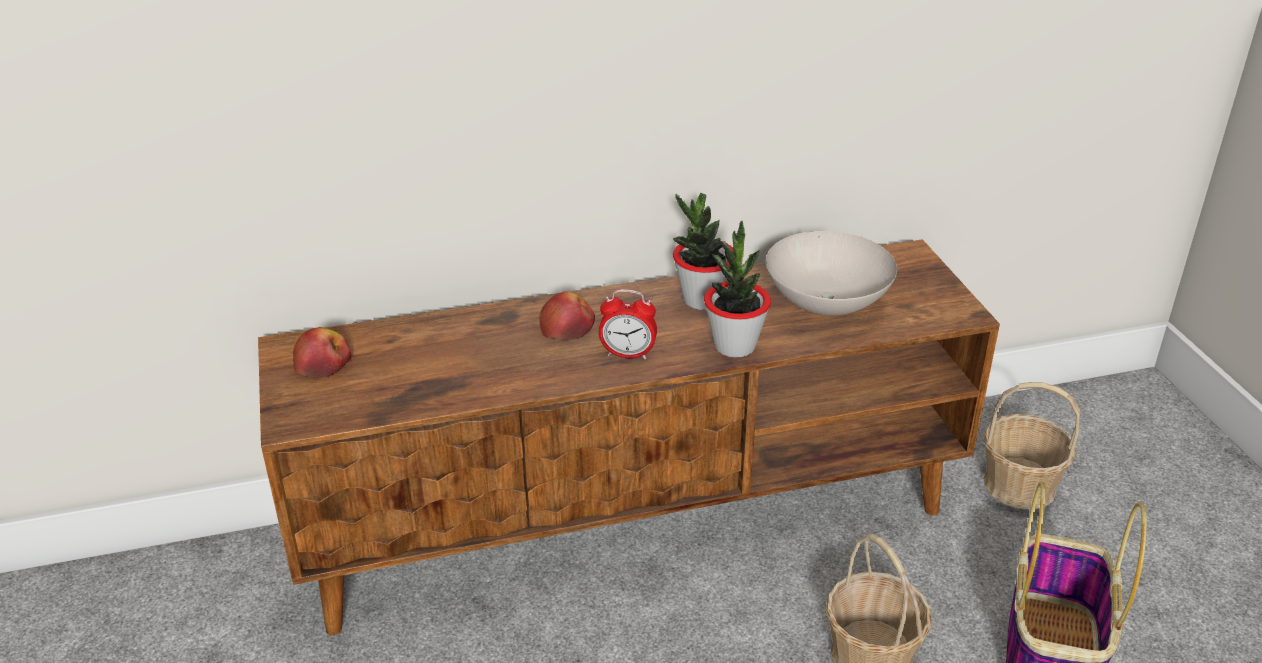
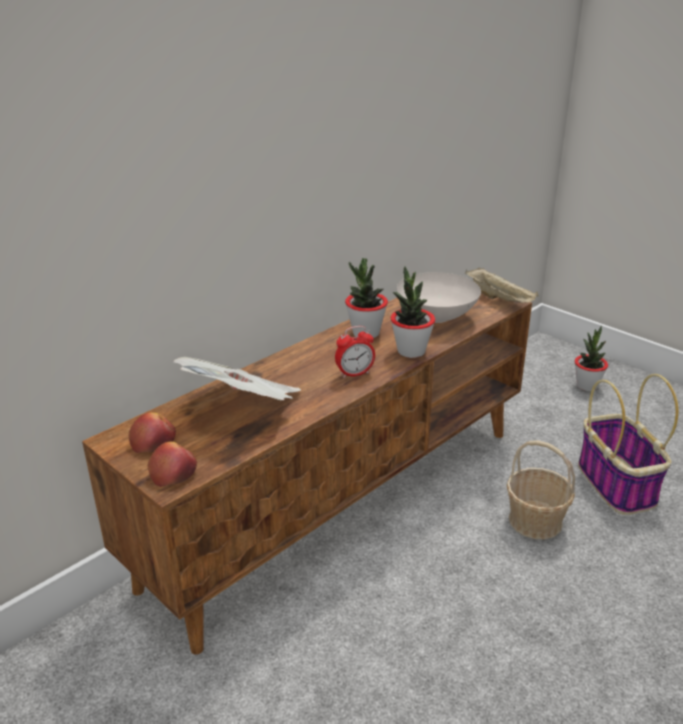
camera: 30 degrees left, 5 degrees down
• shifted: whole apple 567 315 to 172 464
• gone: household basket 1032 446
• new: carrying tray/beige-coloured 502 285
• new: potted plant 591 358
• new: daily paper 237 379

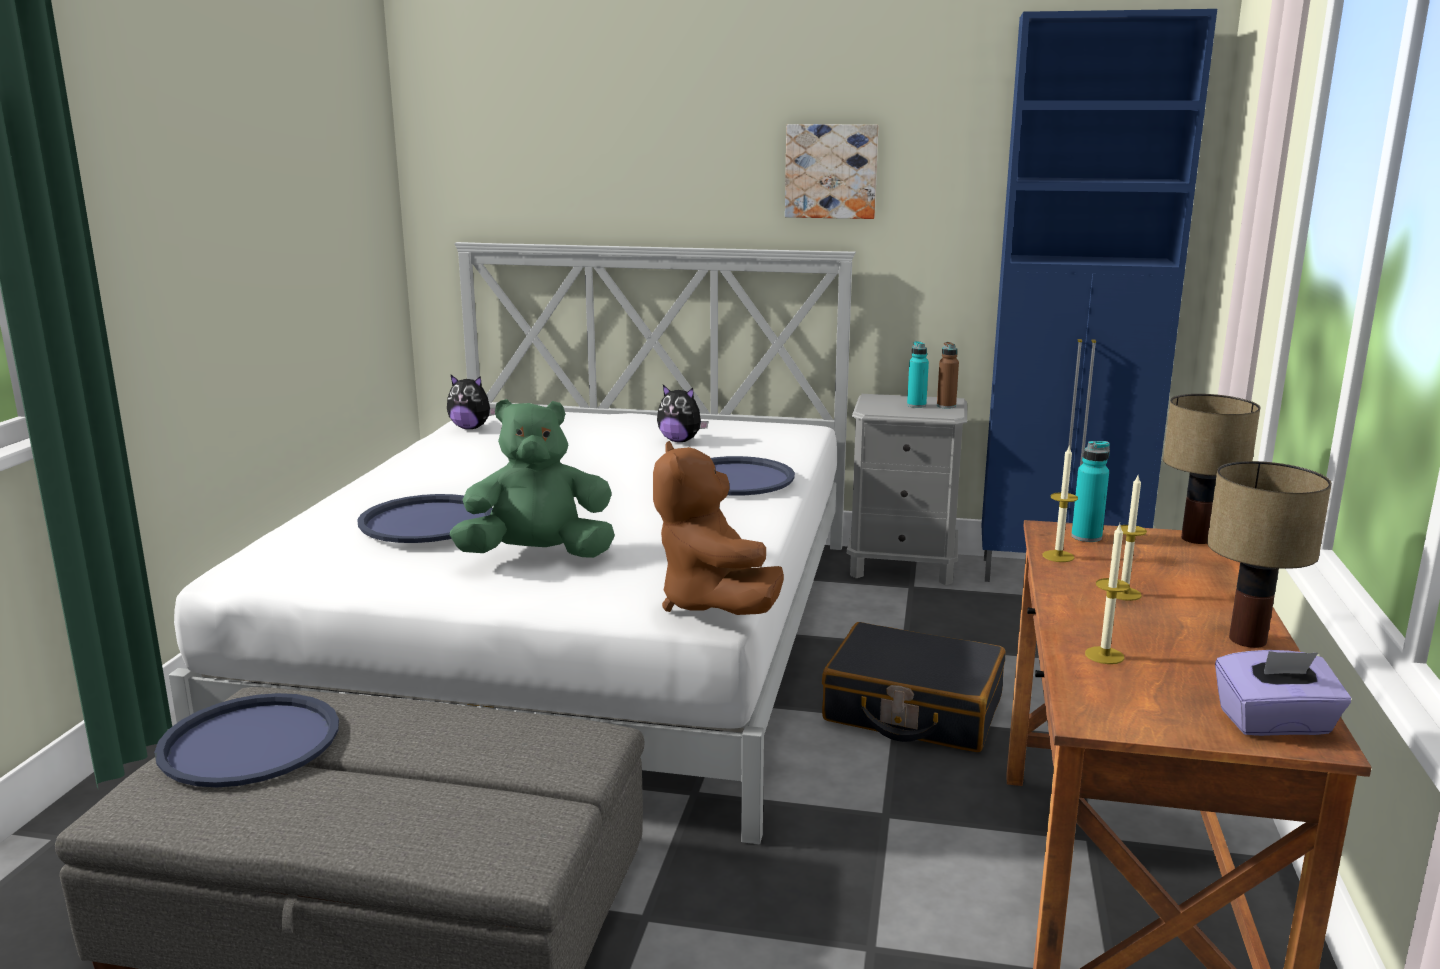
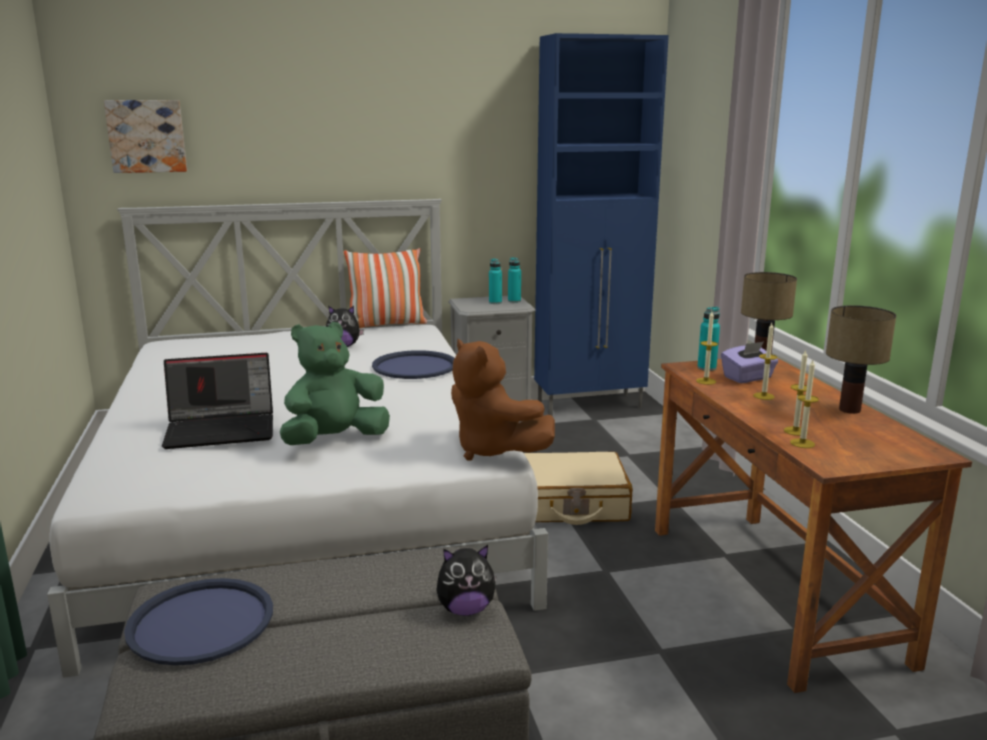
camera: 25 degrees left, 0 degrees up
• shifted: picture 832 171 to 145 136
• repainted: bottle/brownish 948 375 to bottle/turquoise-coloured 514 280
• shifted: soft toy 471 402 to 466 580
• swapped: carrying tray/blue 425 518 to portable computer 217 401
• repainted: travel case/blackish 914 687 to travel case/beige-coloured 578 488
• shifted: box of tissues/purplish 1283 693 to 749 362
• new: cushion 385 288
• new: wax light 804 404

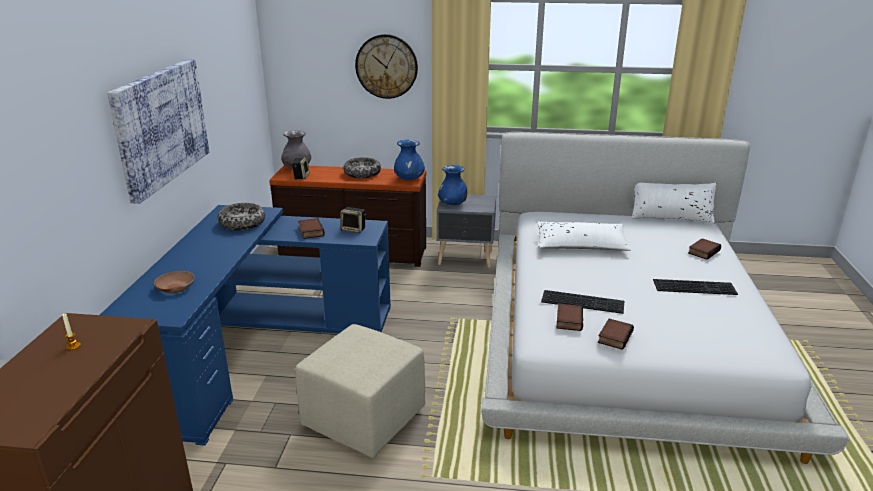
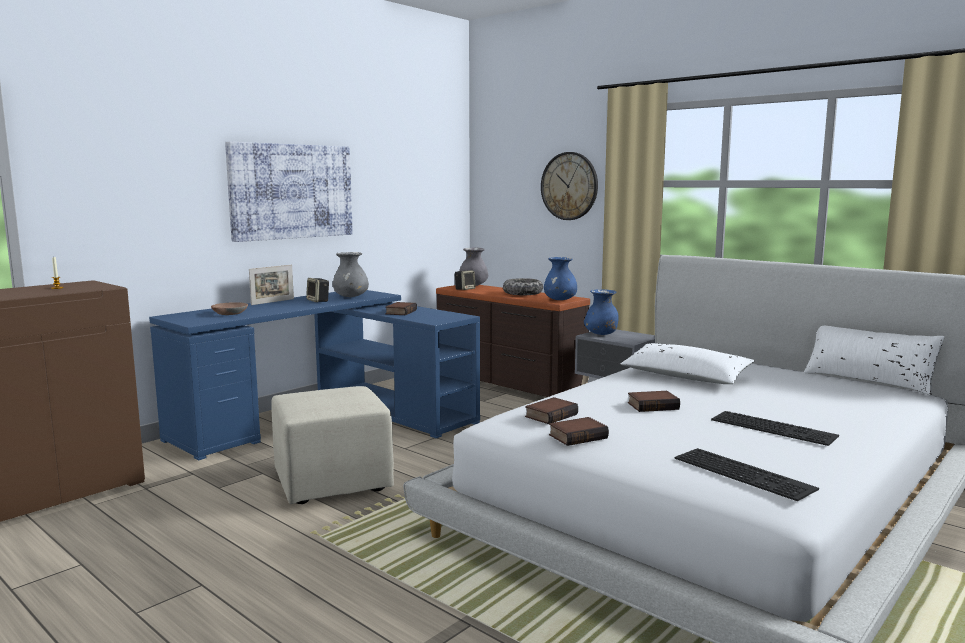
camera: 35 degrees right, 15 degrees down
• swapped: serving bowl 241 216 to flower vase/gray 351 274
• shifted: speaker 353 220 to 317 290
• shifted: volume 704 249 to 654 401
• shifted: keyboard 582 302 to 747 474
• new: photo frame 271 285

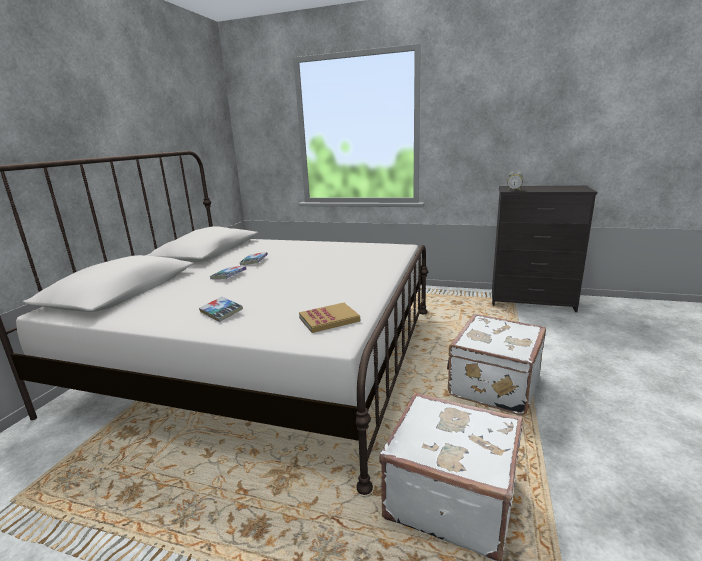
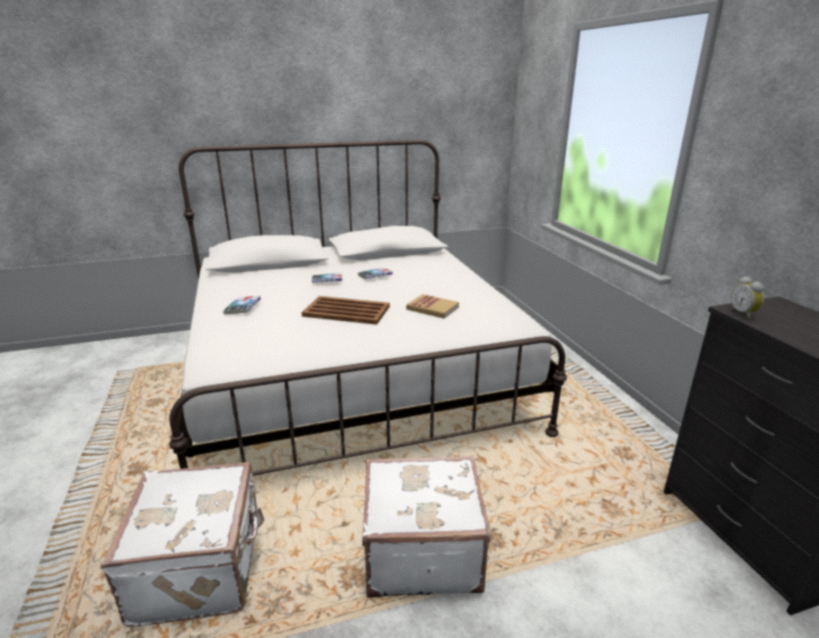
camera: 55 degrees right, 5 degrees up
• shifted: volume 329 318 to 432 306
• new: carrying tray/brownish 346 310

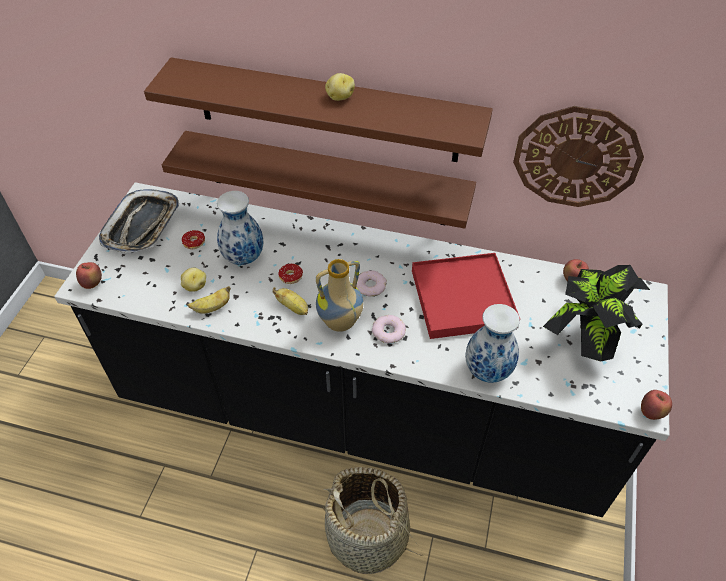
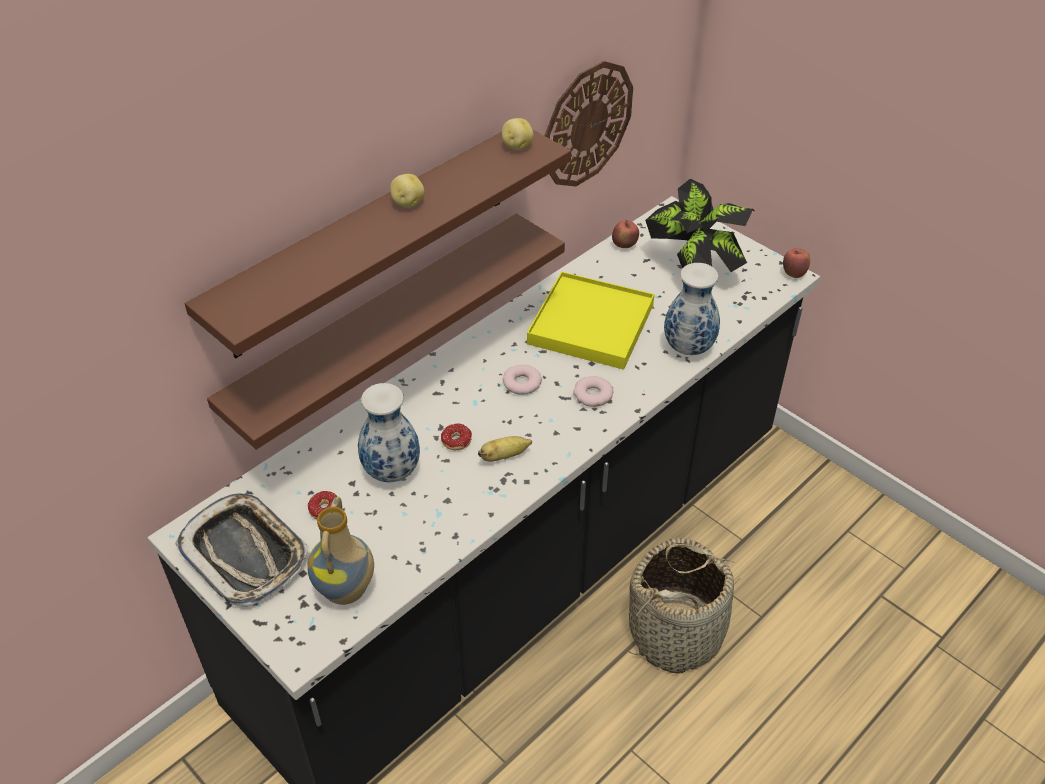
camera: 60 degrees left, 5 degrees down
• repainted: carrying tray/red 466 296 to carrying tray/yellowish 591 321
• shifted: flower vase 339 295 to 340 551
• gone: whole apple 89 275
• shifted: potato 193 279 to 518 134
• gone: banana 209 300

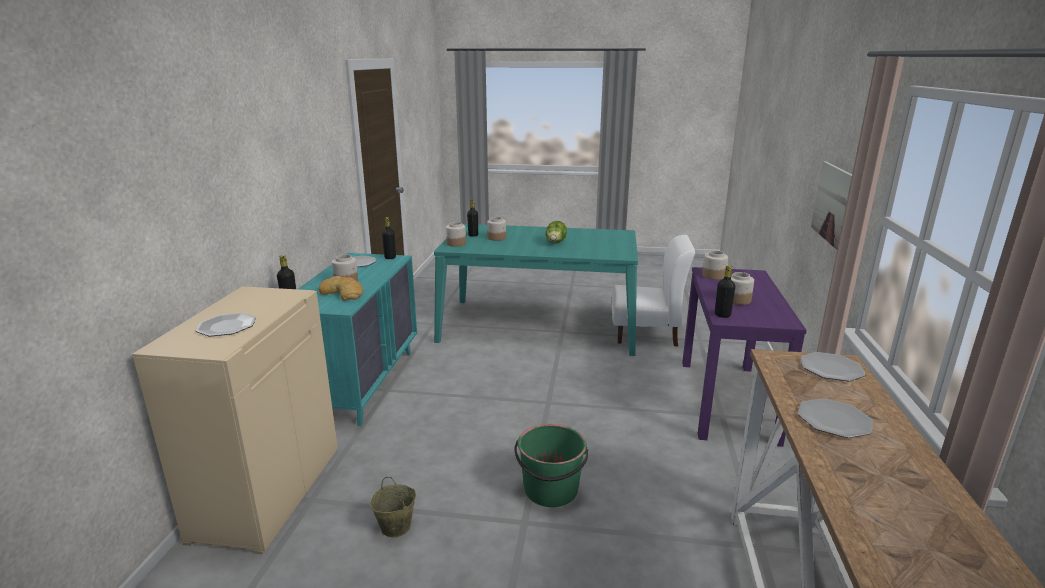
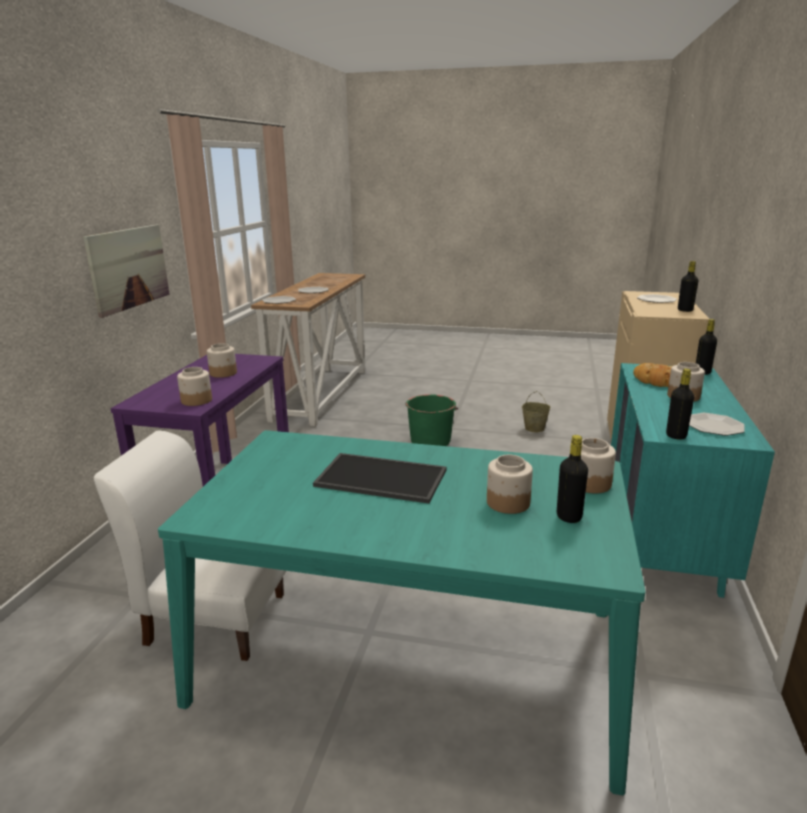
camera: 175 degrees left, 0 degrees up
• swapped: head of lettuce 556 232 to carrying tray 380 478
• shifted: bottle/blackish 725 291 to 688 286

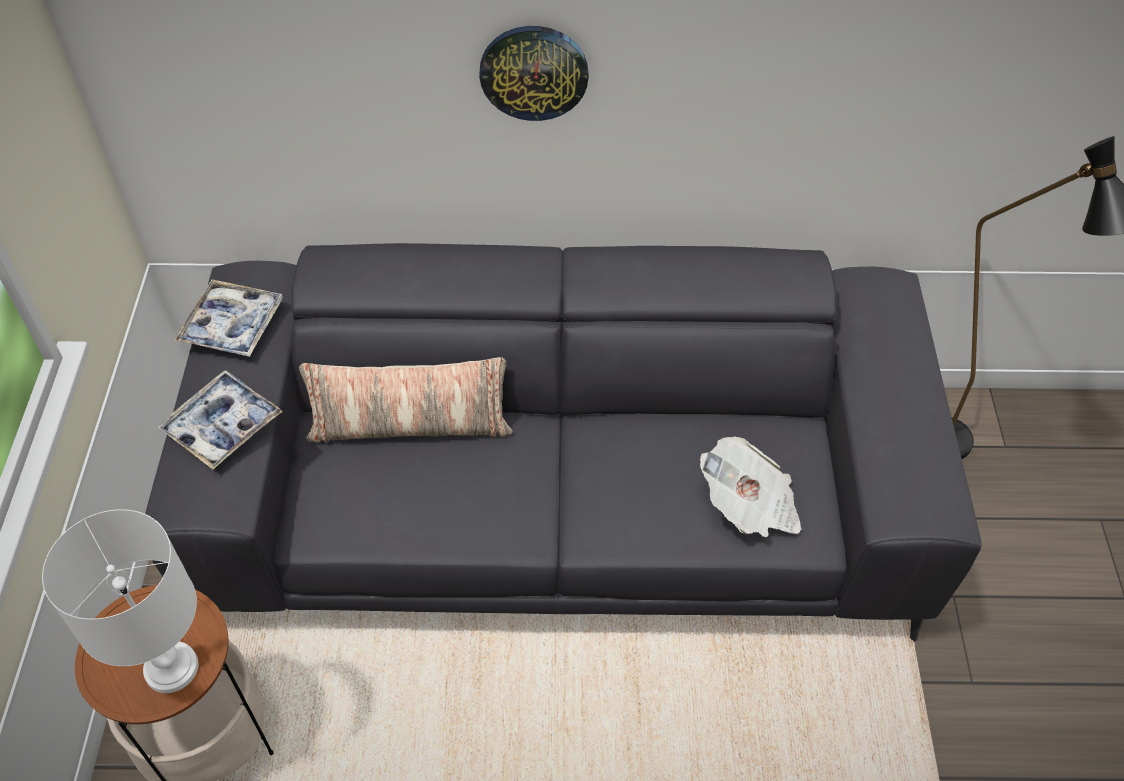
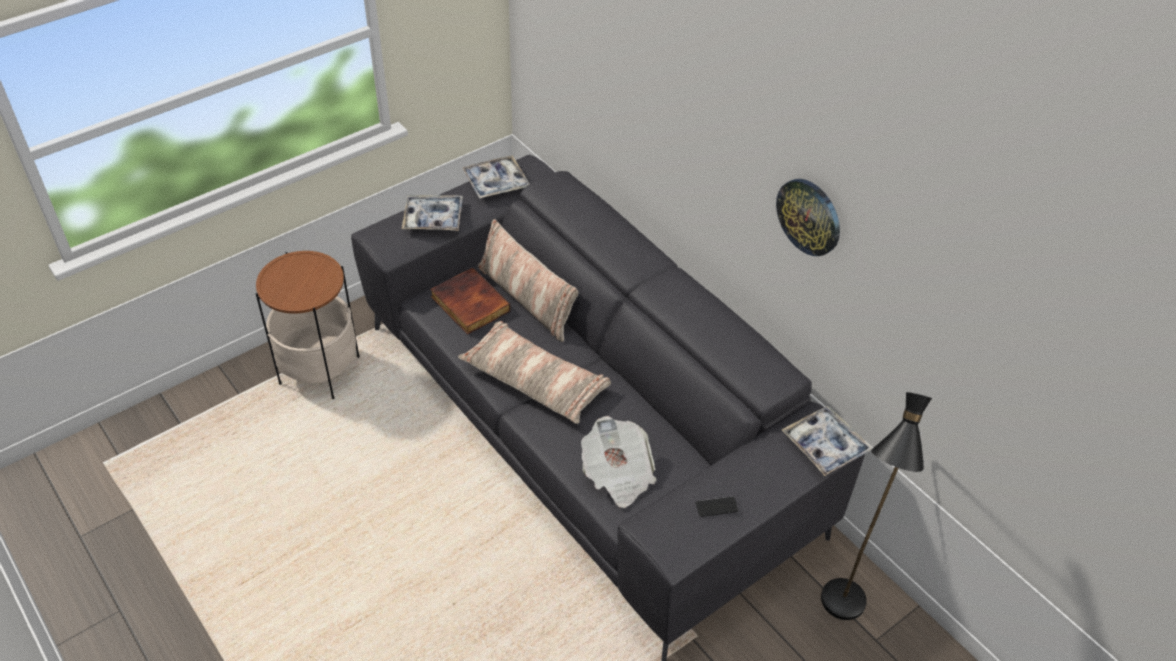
camera: 50 degrees right, 5 degrees down
• shifted: clock on the wall 533 73 to 808 217
• gone: tabletop lamp/white-coloured 120 601
• new: volume 470 301
• new: cushion 534 372
• new: carrying tray 827 441
• new: phone 717 506

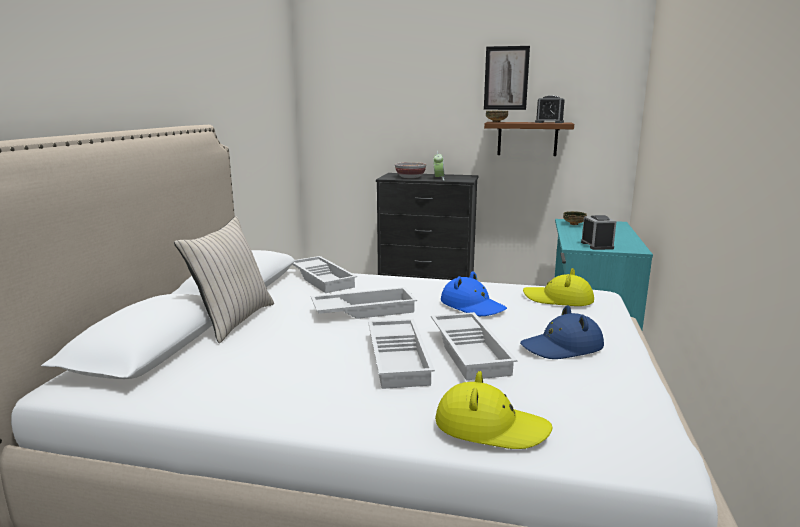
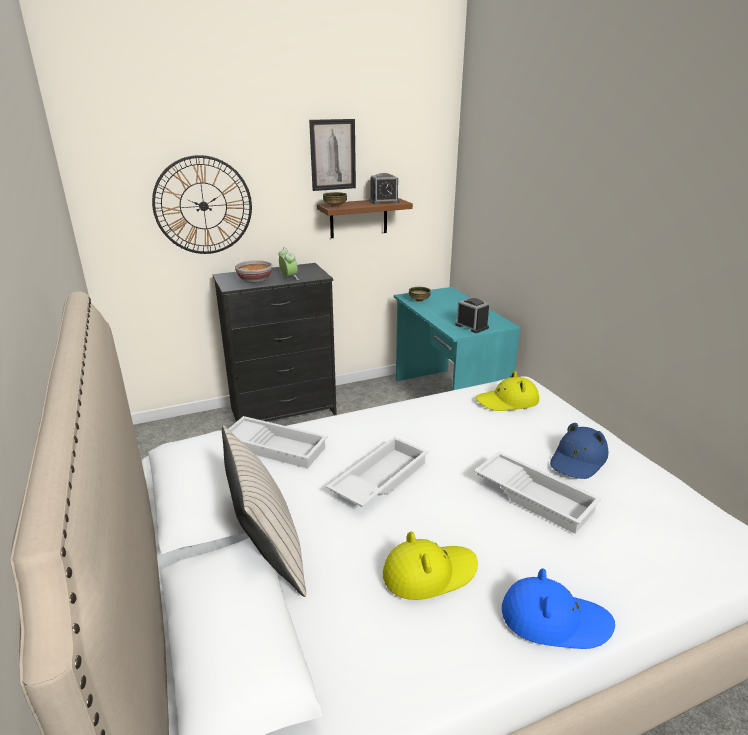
camera: 35 degrees left, 10 degrees up
• shifted: hat/blue 474 293 to 558 608
• gone: carrying tray/white-coloured 401 354
• shifted: hat/yellowish 494 410 to 430 566
• new: clock on the wall 202 204

